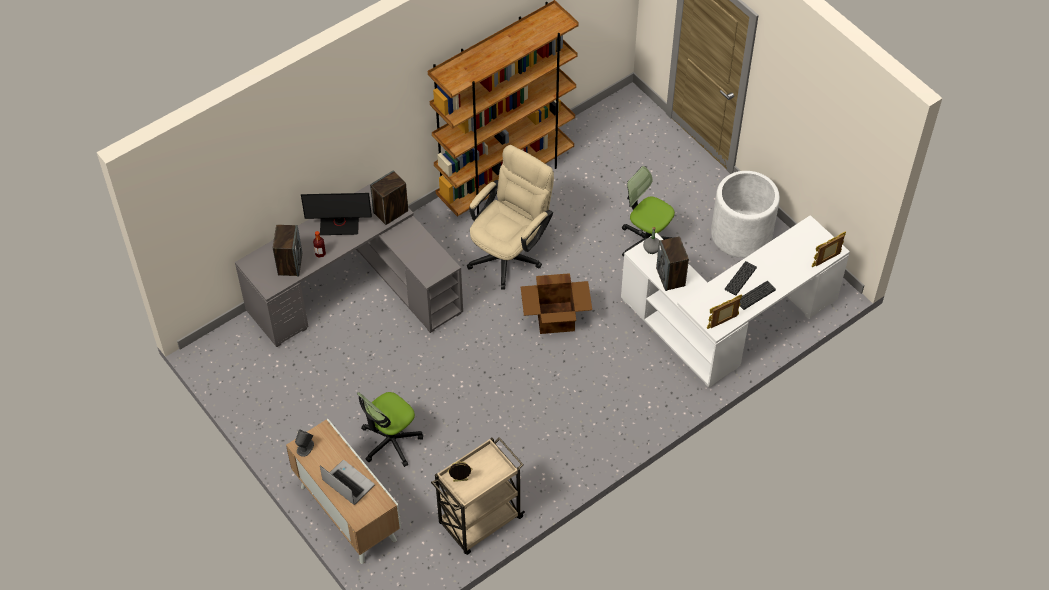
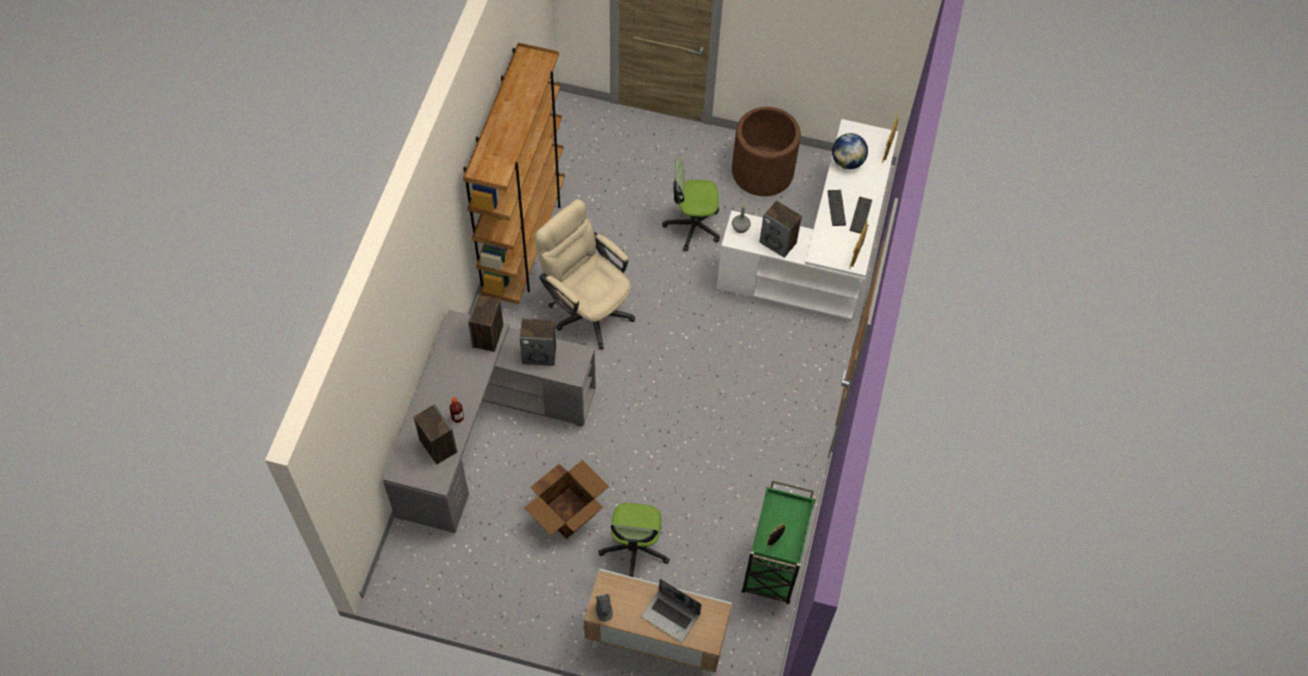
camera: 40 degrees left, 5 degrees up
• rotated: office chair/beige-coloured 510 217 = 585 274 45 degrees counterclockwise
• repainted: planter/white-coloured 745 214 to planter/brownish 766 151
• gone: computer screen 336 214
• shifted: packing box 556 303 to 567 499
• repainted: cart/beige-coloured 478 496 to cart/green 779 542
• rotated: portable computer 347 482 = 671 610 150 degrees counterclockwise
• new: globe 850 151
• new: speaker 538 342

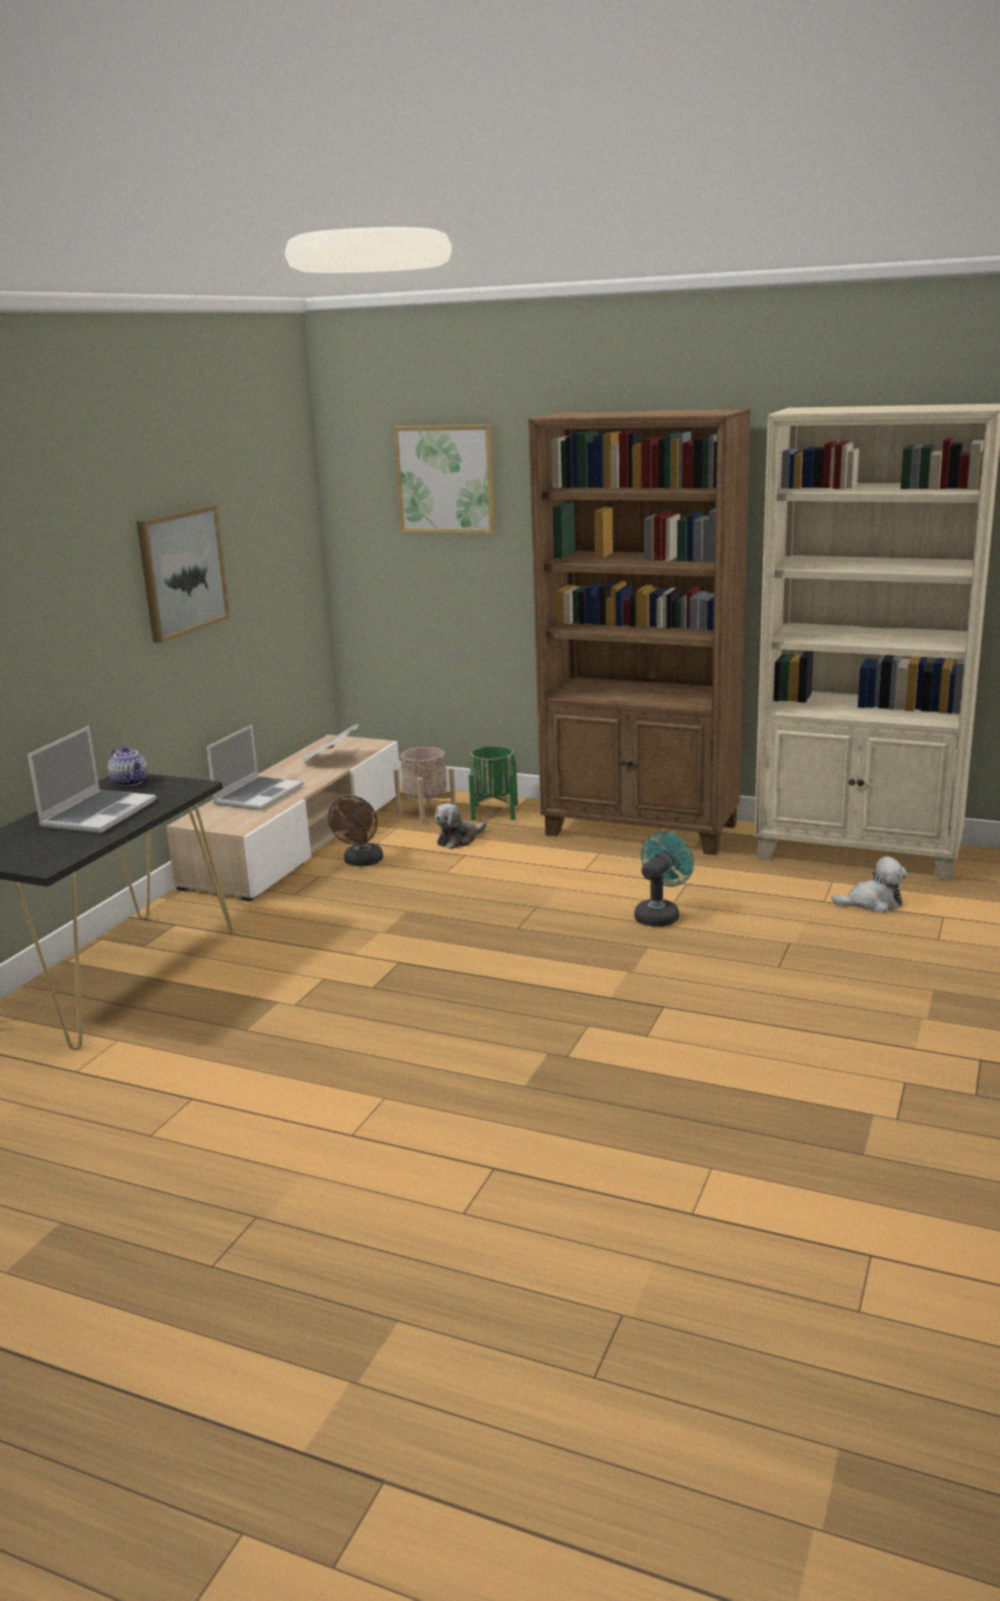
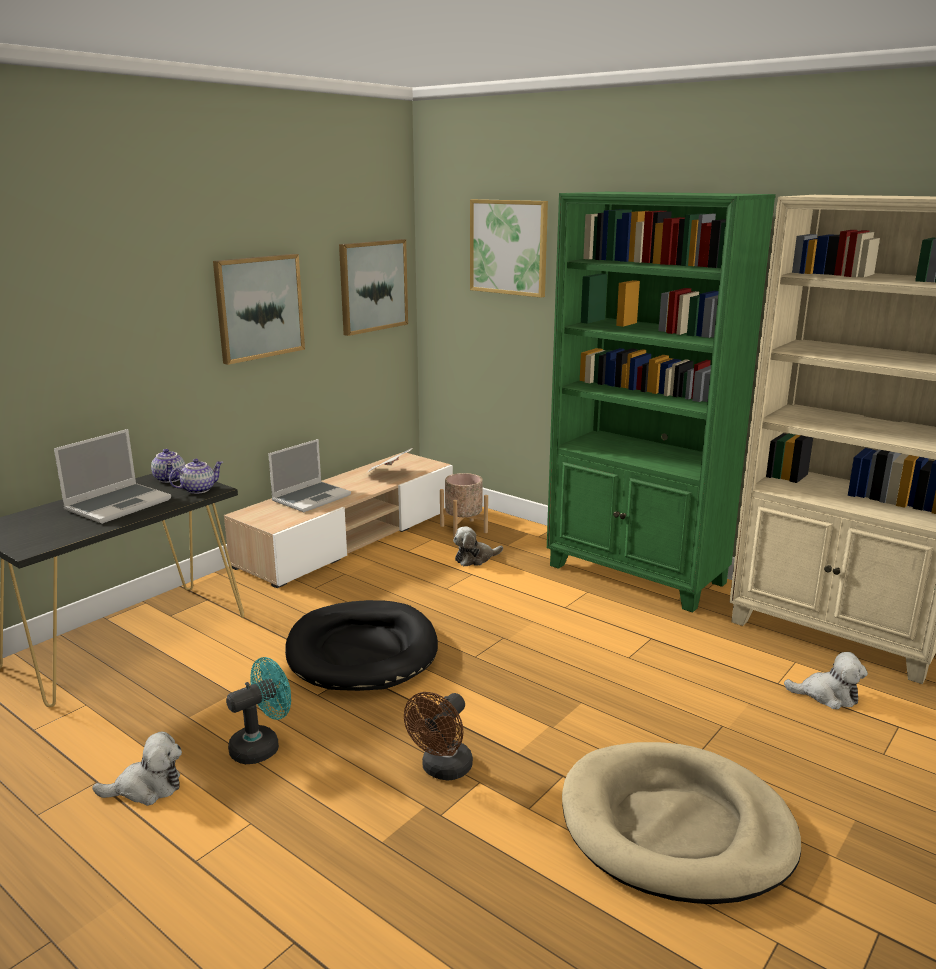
camera: 15 degrees right, 0 degrees up
• repainted: bookshelf/brownish 639 632 to bookshelf/green 661 402
• gone: planter/green 493 783
• shifted: fan/brownish 355 830 to 438 736
• shifted: fan/turquoise-coloured 664 879 to 258 710
• new: picture 373 287
• new: pot for tea 196 476
• new: dog bed/blackish 361 645
• new: soft toy 137 768
• new: dog bed/beige-coloured 681 823

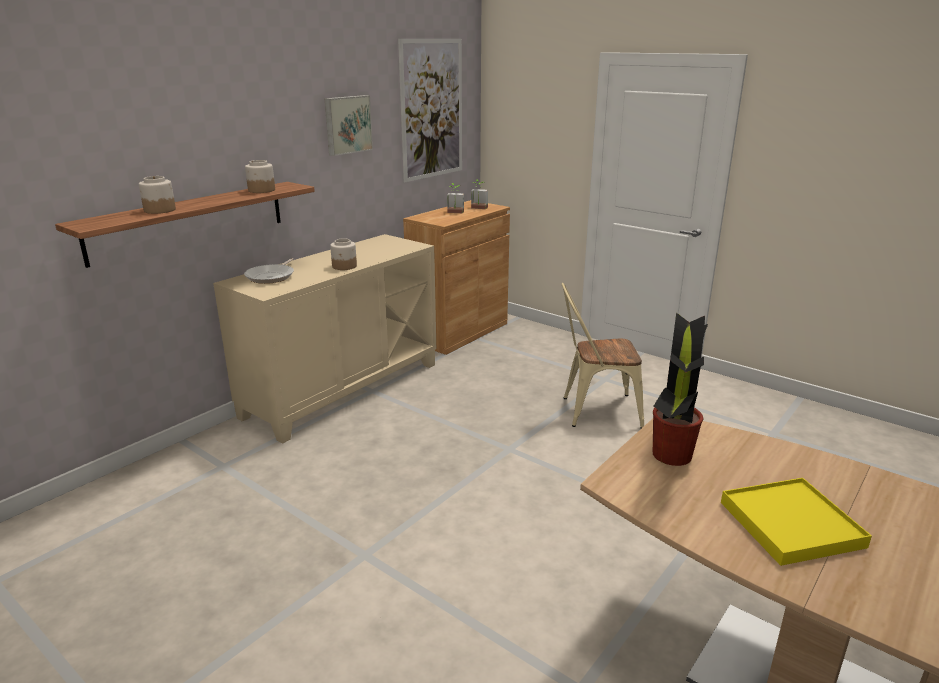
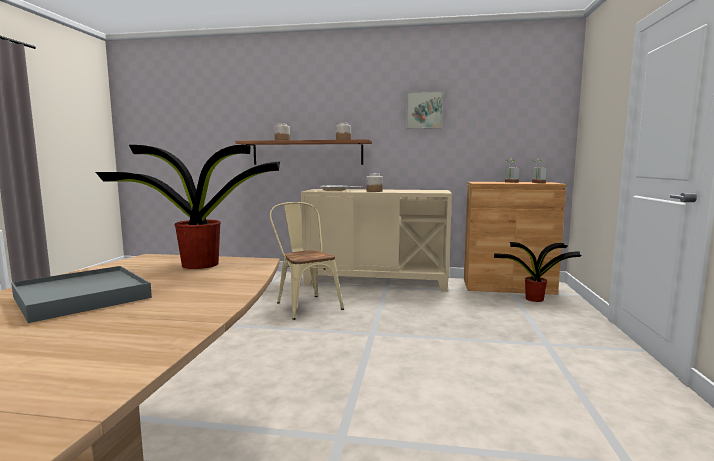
camera: 60 degrees right, 15 degrees down
• gone: picture 430 110
• shifted: plain chair/beige-coloured 603 356 to 306 261
• repainted: carrying tray/yellowish 796 522 to carrying tray/gray 81 294
• new: potted plant 537 272

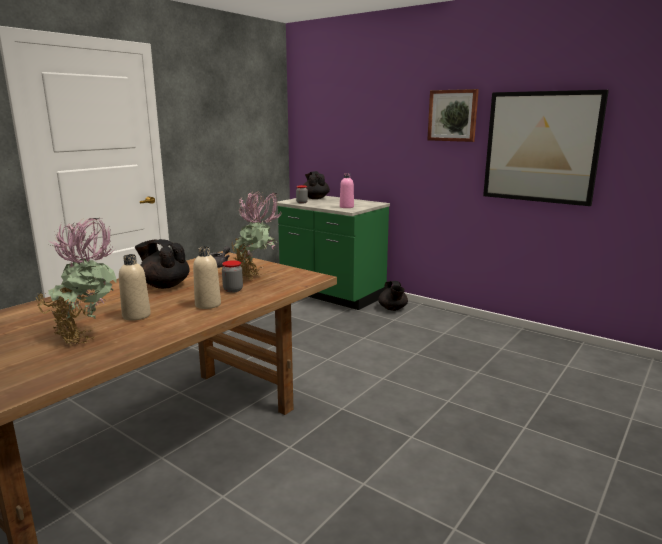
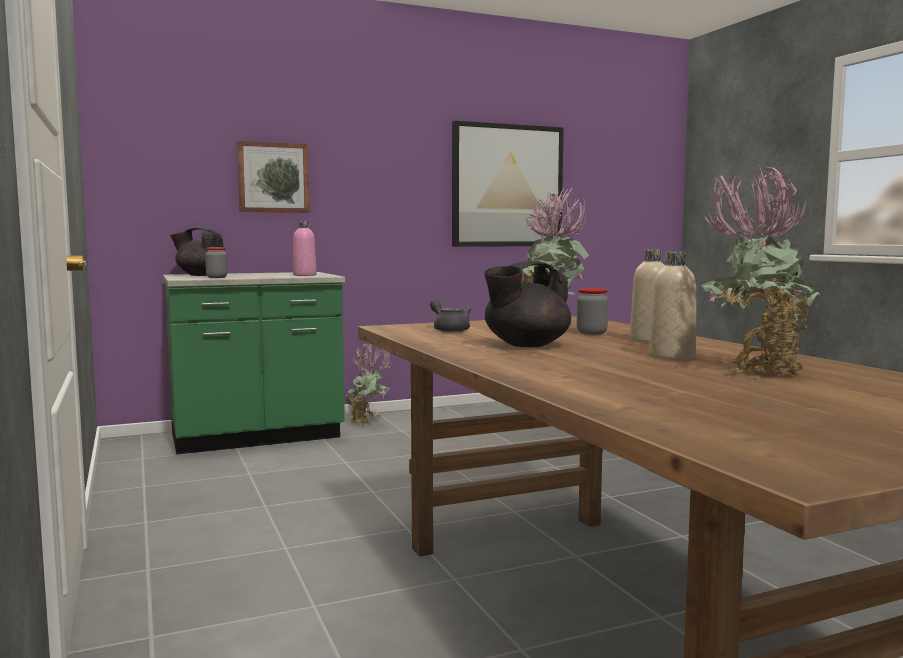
camera: 60 degrees left, 10 degrees down
• shifted: picture 453 115 to 273 177
• swapped: pot for tea/blackish 393 296 to potted plant 368 384

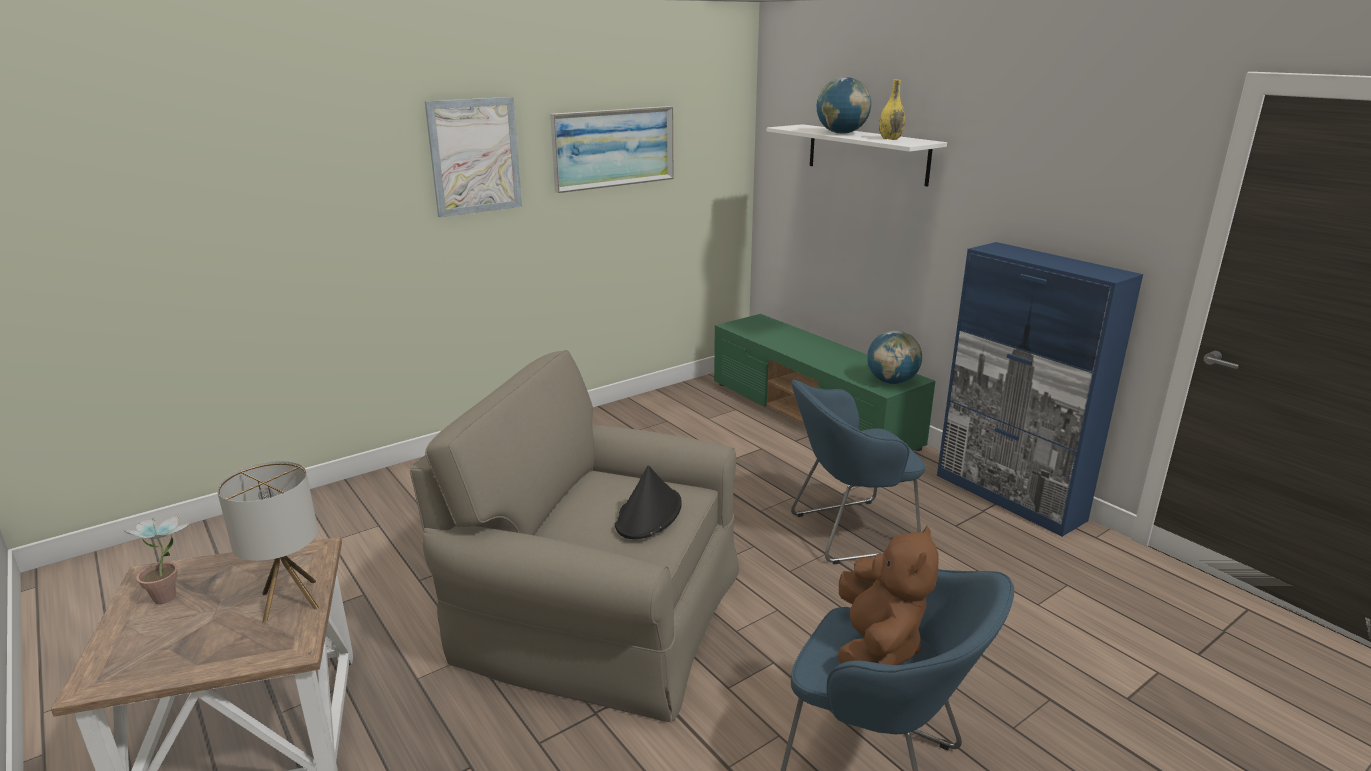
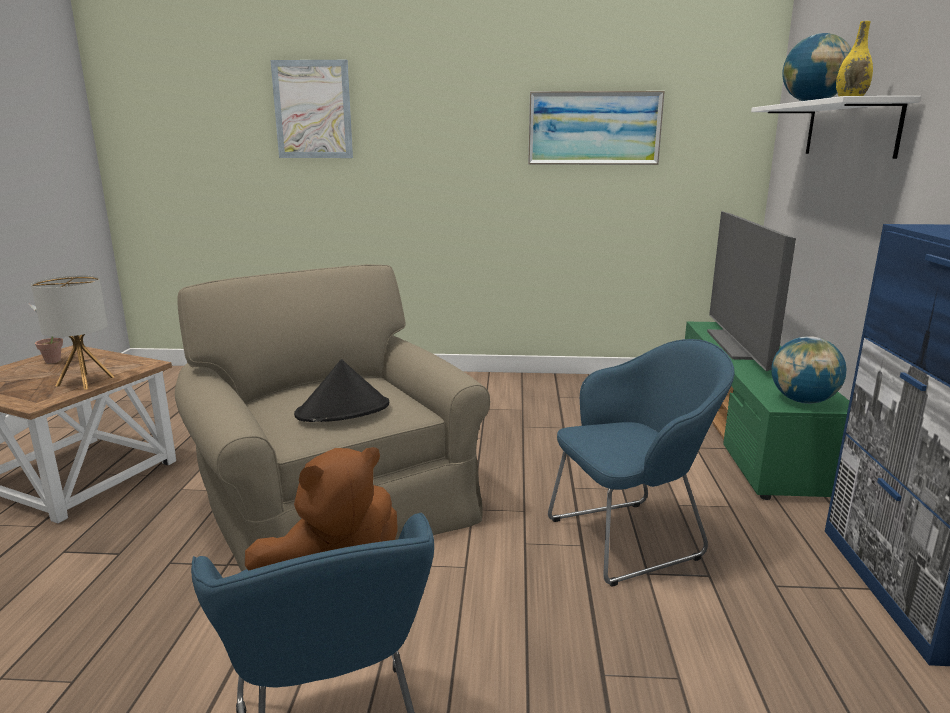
camera: 40 degrees right, 5 degrees down
• shifted: picture 473 157 to 311 109
• rotated: lounge chair/blue 858 472 = 641 463 135 degrees clockwise
• new: TV set 751 291

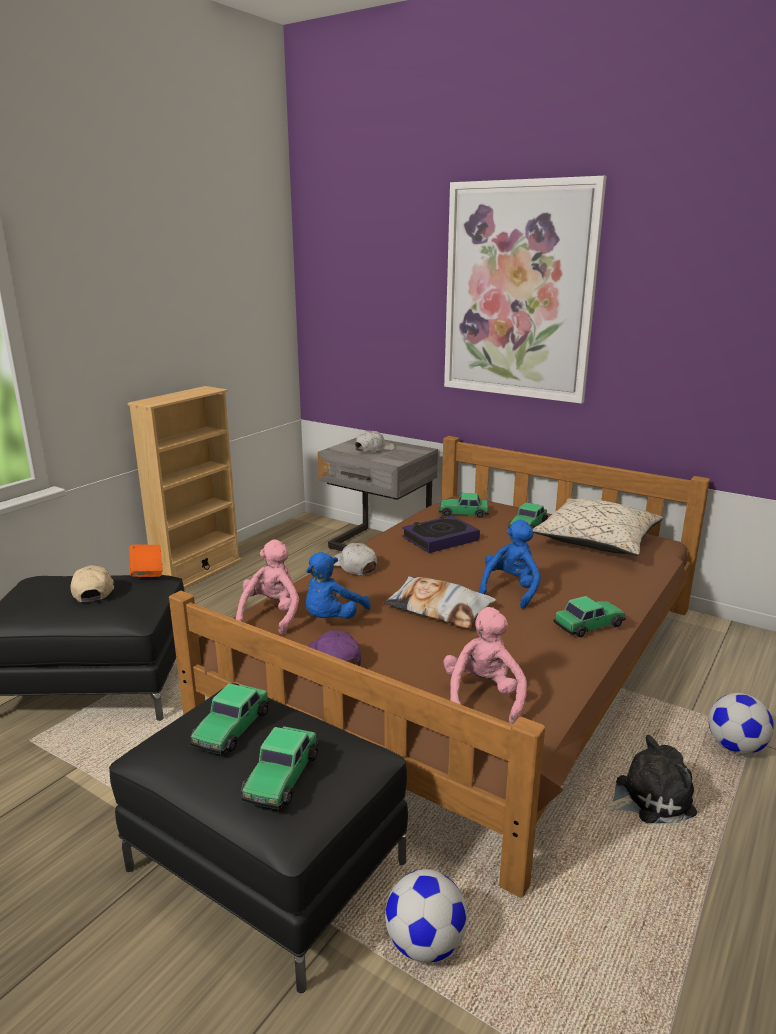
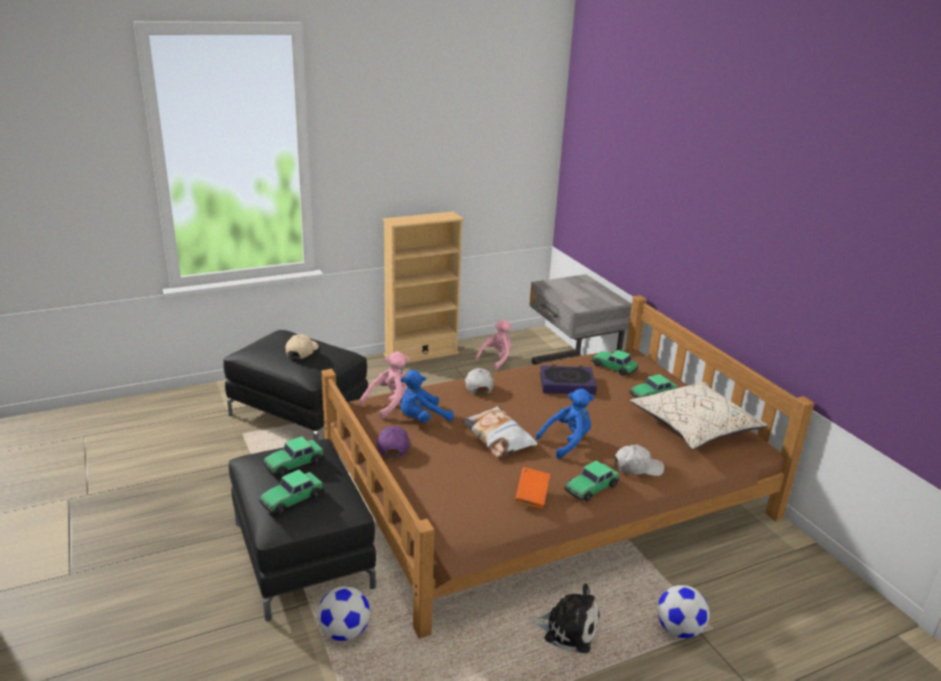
camera: 30 degrees right, 5 degrees up
• gone: picture 525 290
• shifted: peaked cap/white-coloured 375 441 to 639 460
• shifted: volume/orange-coloured 146 561 to 532 487
• rotated: miniature car 589 616 = 592 480 135 degrees clockwise
• shifted: soft toy/pink 485 665 to 493 345

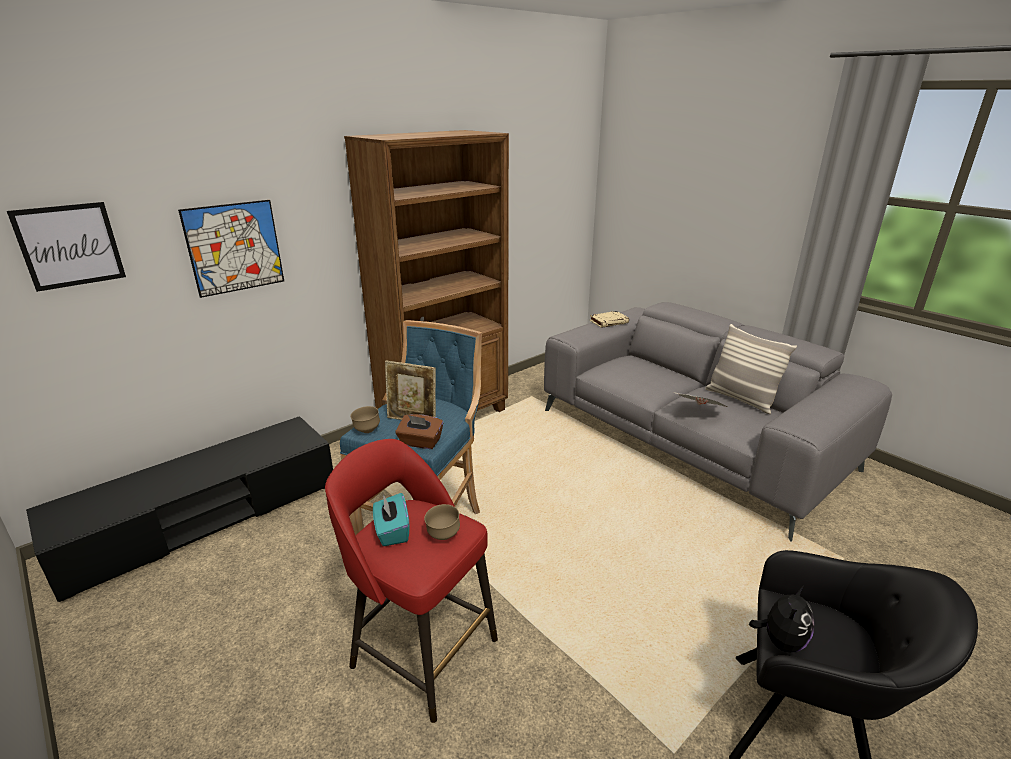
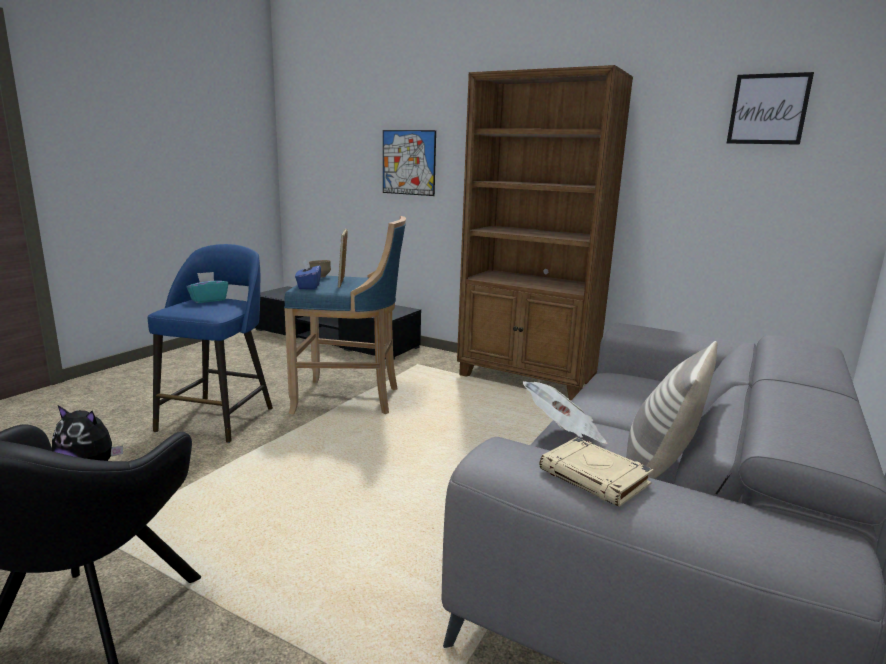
camera: 70 degrees right, 10 degrees down
• shifted: picture 66 247 to 770 108
• shifted: volume/beige-coloured 609 319 to 596 472
• repainted: box of tissues/brownish 419 431 to box of tissues/blue 308 274
• repainted: stool/red 411 581 to stool/blue 210 343
• gone: serving bowl/brownish 442 522

